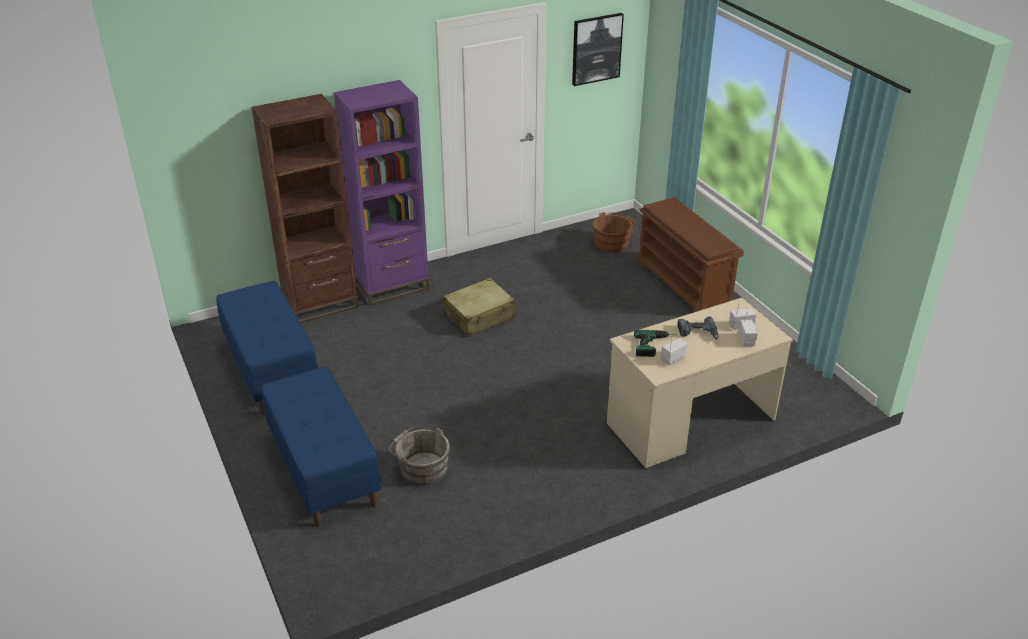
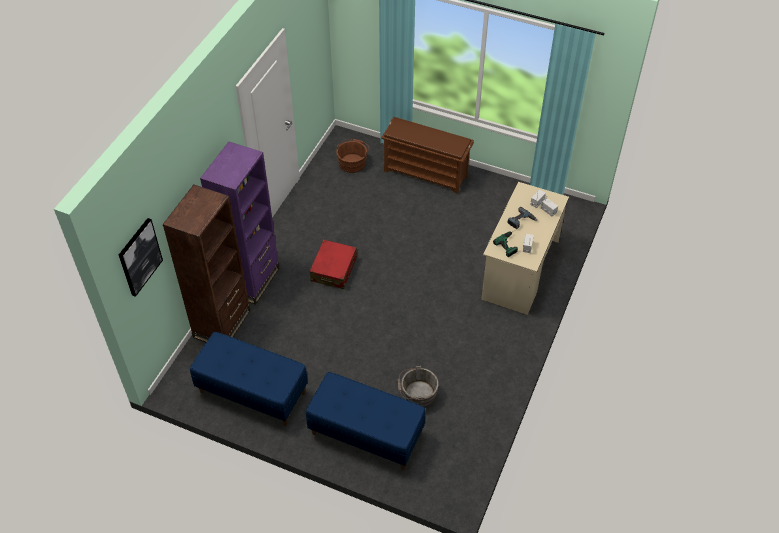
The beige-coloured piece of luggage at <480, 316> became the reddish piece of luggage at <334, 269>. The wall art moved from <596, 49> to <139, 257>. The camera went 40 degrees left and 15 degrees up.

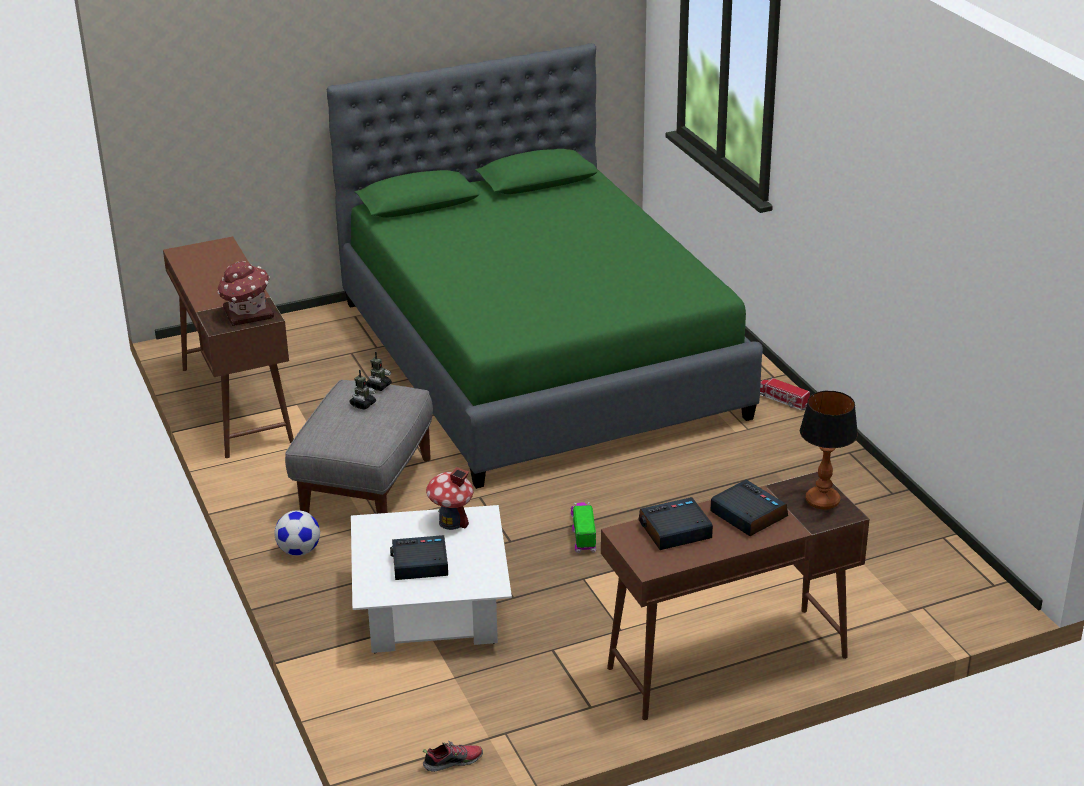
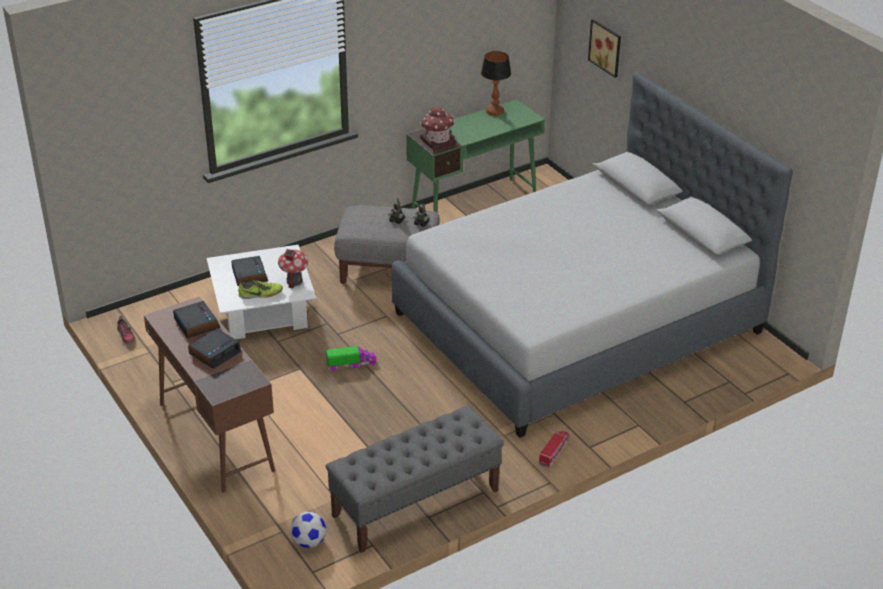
The brownish desk table at <236, 404> became the green desk table at <474, 206>. The ball for football moved from <299, 551> to <308, 542>. The green sleeping bed at <539, 358> became the grey sleeping bed at <578, 323>. The table lamp moved from <823, 501> to <494, 112>. The item of footwear at <260, 294> appeared. The grey long seat at <415, 503> appeared. The wall art at <606, 47> appeared. The camera went 80 degrees right and 5 degrees up.

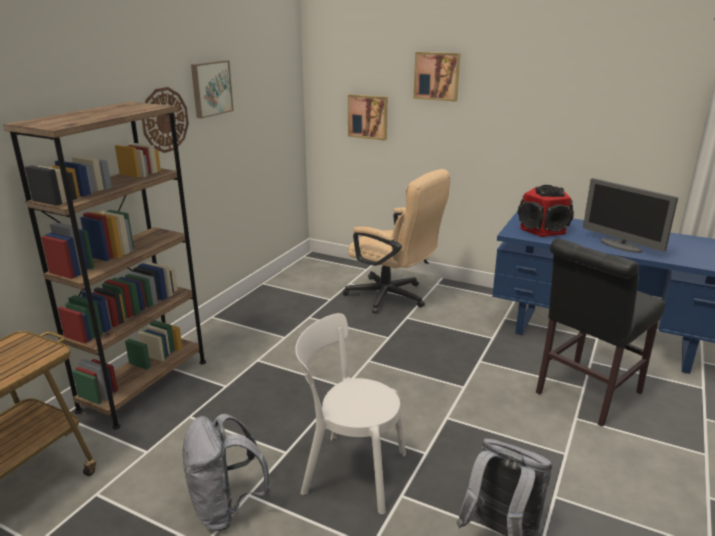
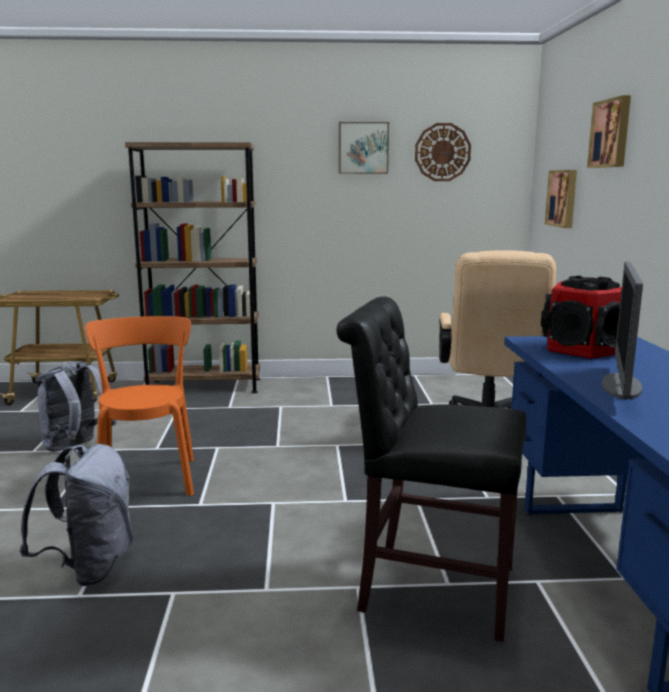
The hanging clock moved from <164, 120> to <442, 152>. The white-coloured plain chair at <350, 471> became the orangey plain chair at <148, 477>. The camera went 60 degrees right and 10 degrees down.

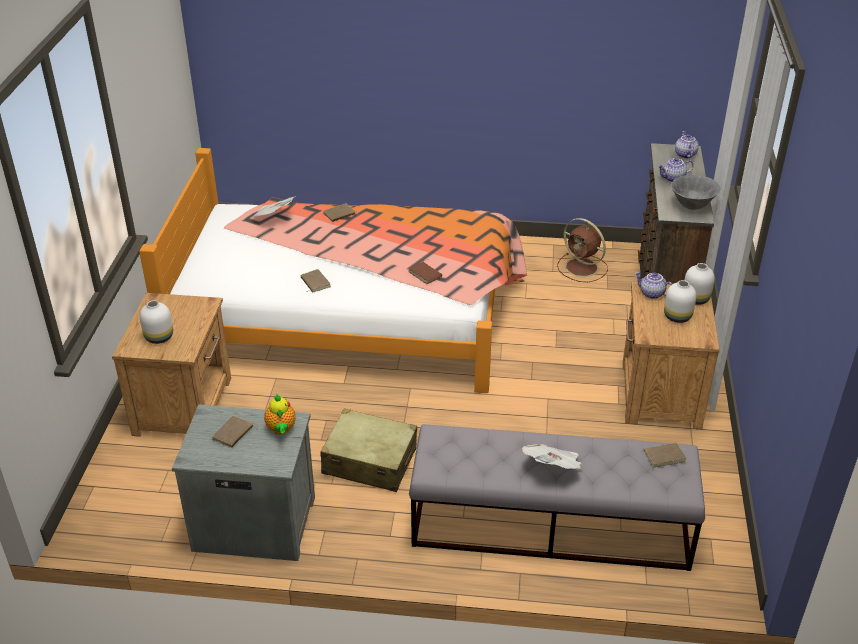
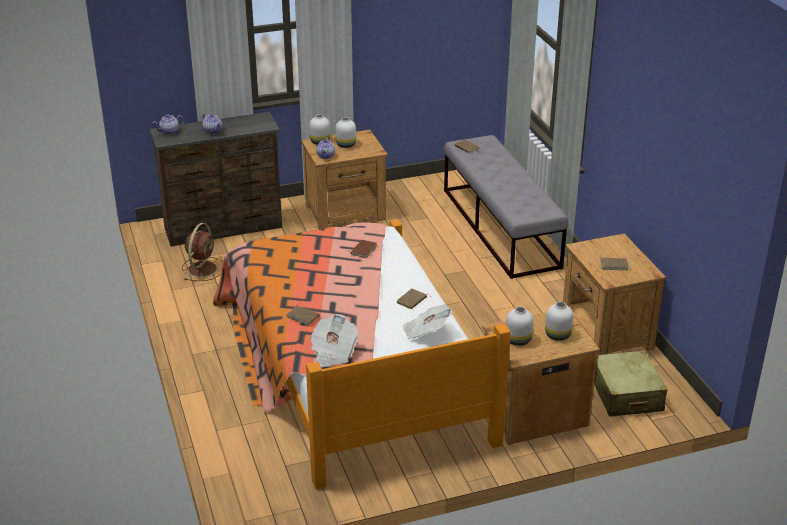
The grey night table at <253, 522> became the brownish night table at <606, 333>. The pot for tea at <281, 429> disappeared. The beige-coloured piece of luggage moved from <369, 461> to <626, 394>. The newspaper moved from <553, 467> to <426, 332>. The grey deep dish at <692, 206> disappeared. The white-coloured flower vase at <517, 340> appeared. The camera went 115 degrees left and 5 degrees down.

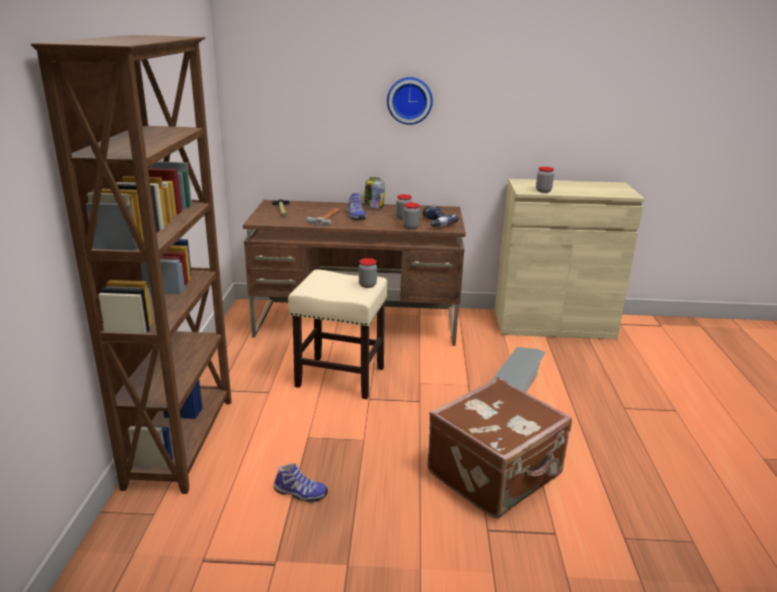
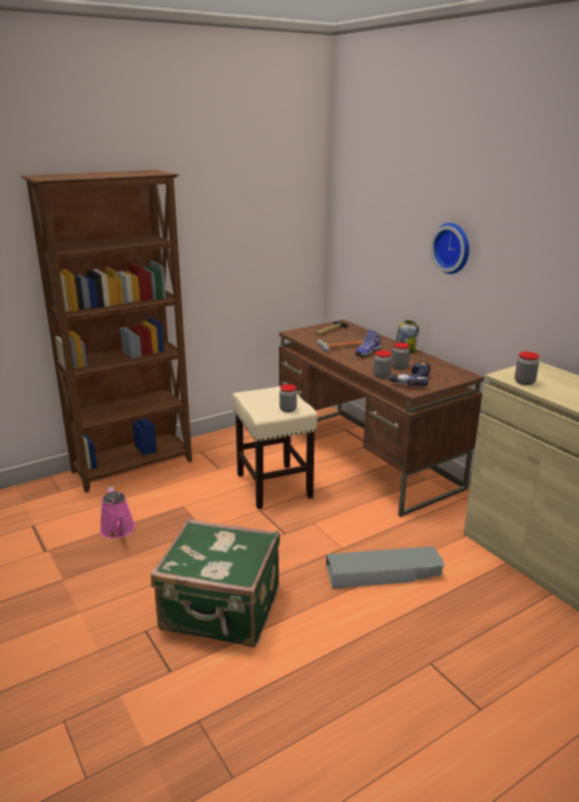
The item of footwear at <300, 493> was replaced by the pink-coloured watering pot at <118, 530>. The brownish piece of luggage at <496, 475> became the green piece of luggage at <221, 611>. The camera went 55 degrees right and 0 degrees up.

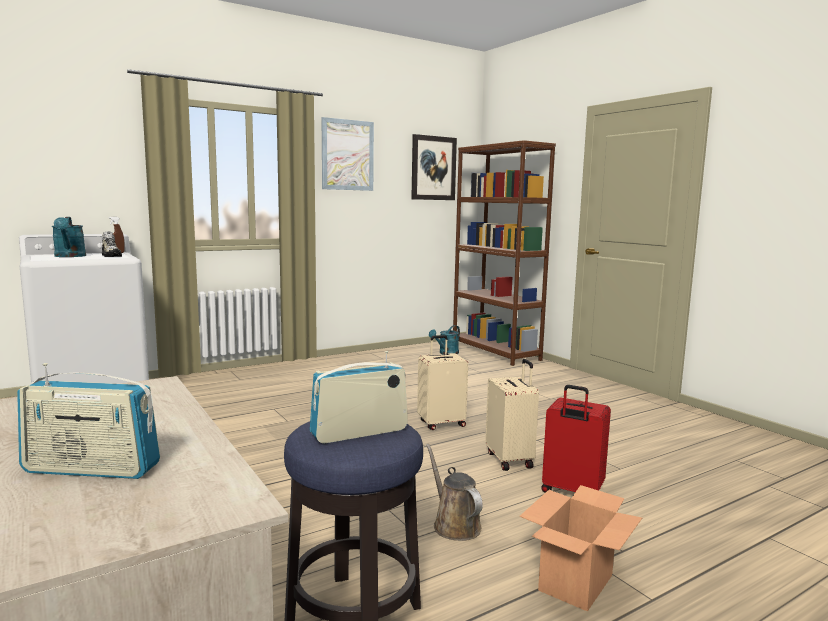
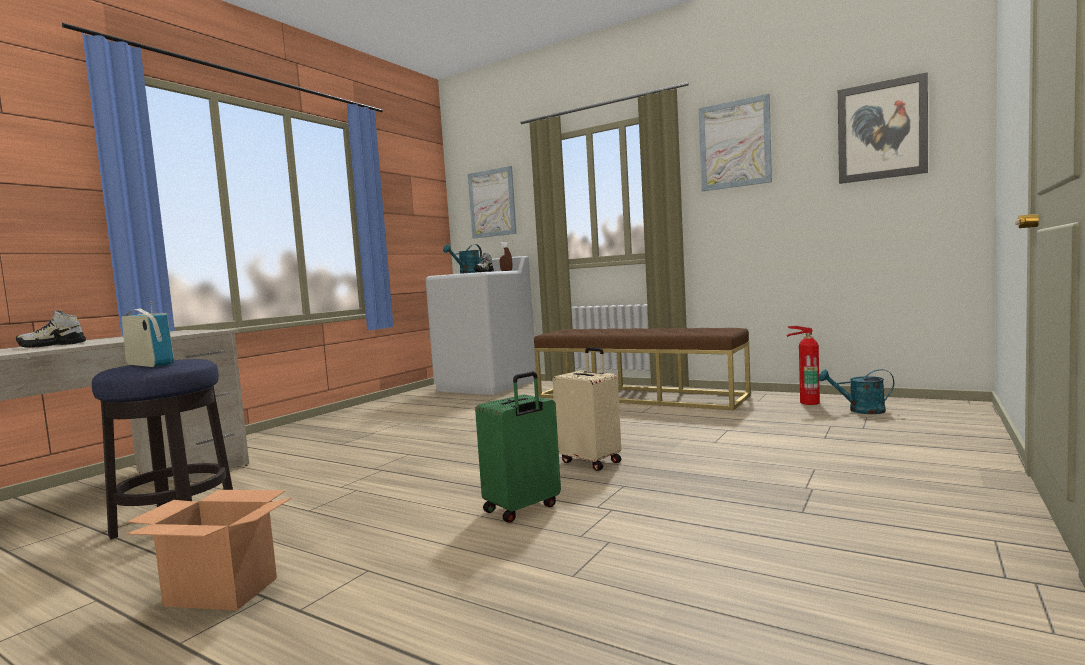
The radio set at <91, 469> was replaced by the item of footwear at <52, 345>. The brownish watering pot at <454, 525> disappeared. The brownish shelving unit at <495, 352> disappeared. The beige-coloured piece of luggage at <510, 460> became the green piece of luggage at <522, 509>. The reddish piece of luggage at <571, 492> disappeared. The wall art at <492, 203> appeared. The brownish long seat at <639, 396> appeared. The fire extinguisher at <807, 402> appeared. The camera went 65 degrees right and 5 degrees down.

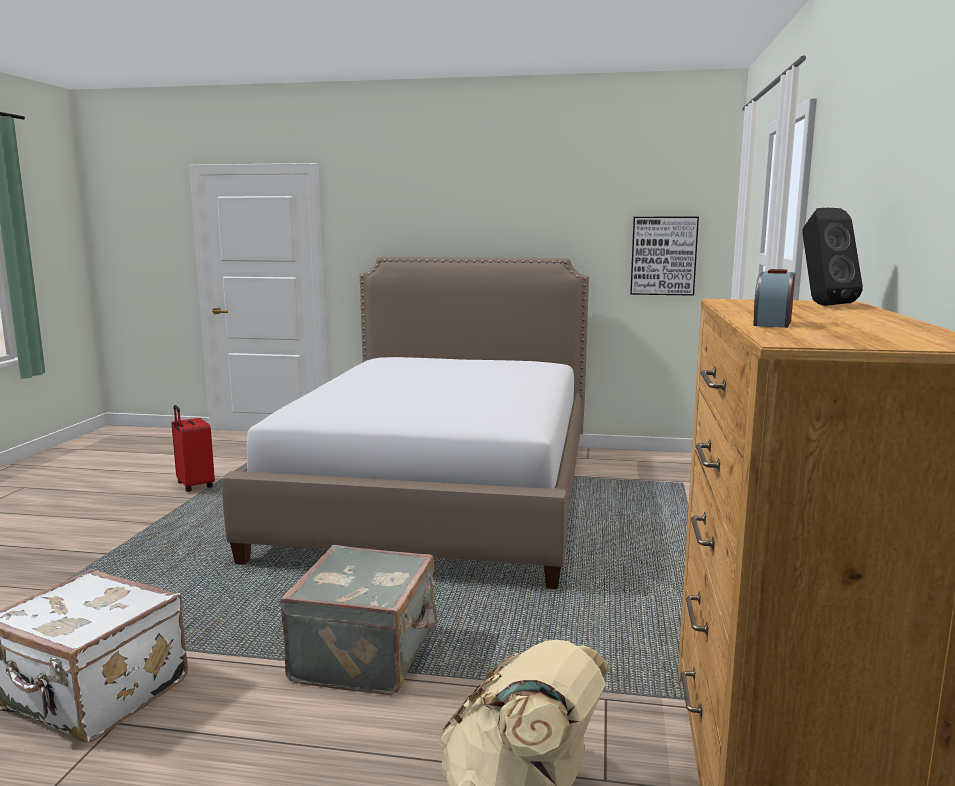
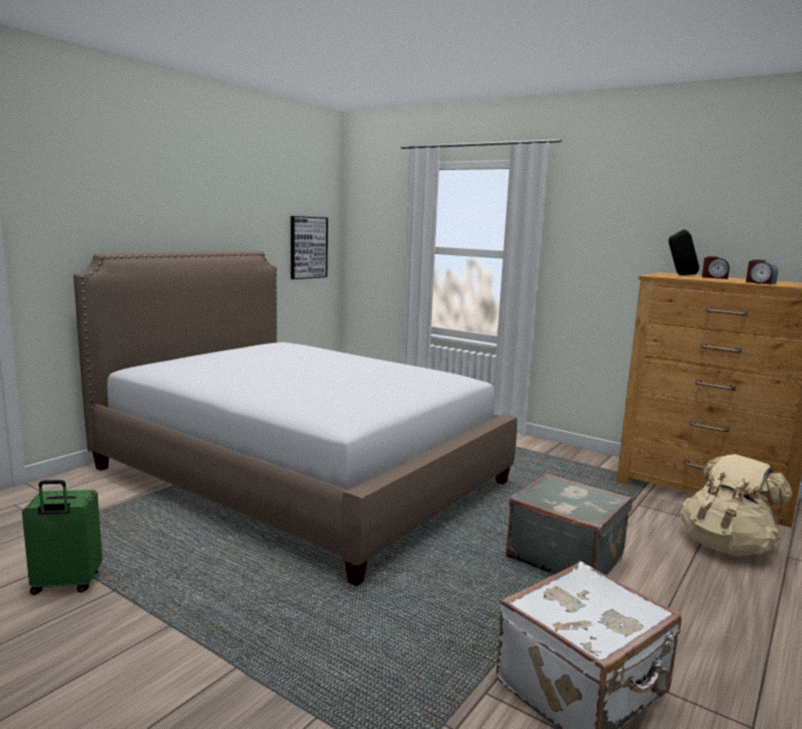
The reddish piece of luggage at <194, 486> became the green piece of luggage at <66, 585>. The bedside clock at <714, 277> appeared. The camera went 65 degrees left and 0 degrees up.

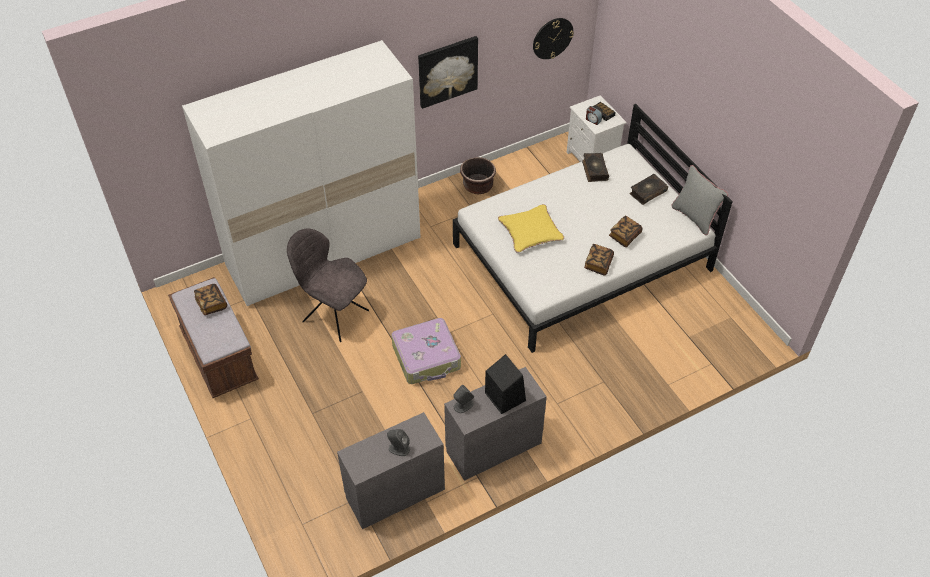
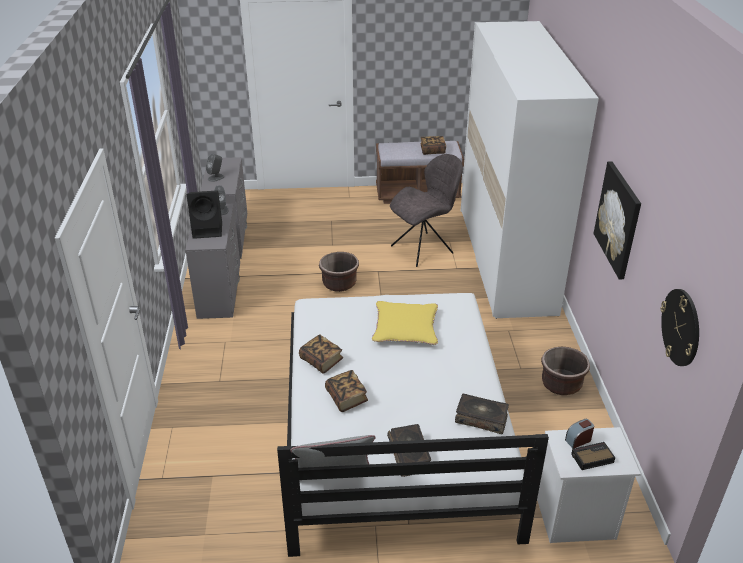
The piece of luggage at <427, 357> was replaced by the brownish flower pot at <339, 284>. The camera went 115 degrees right and 15 degrees down.

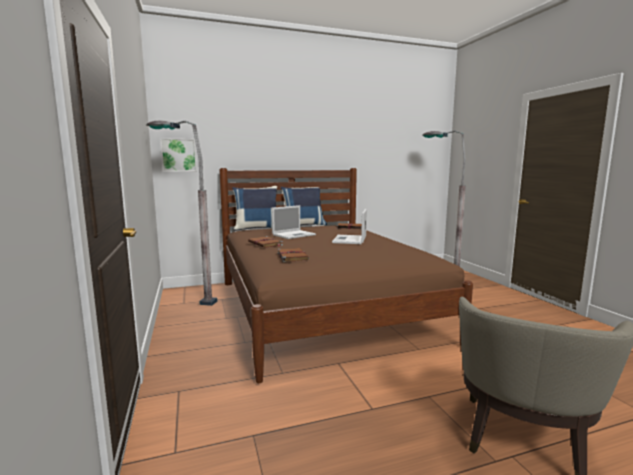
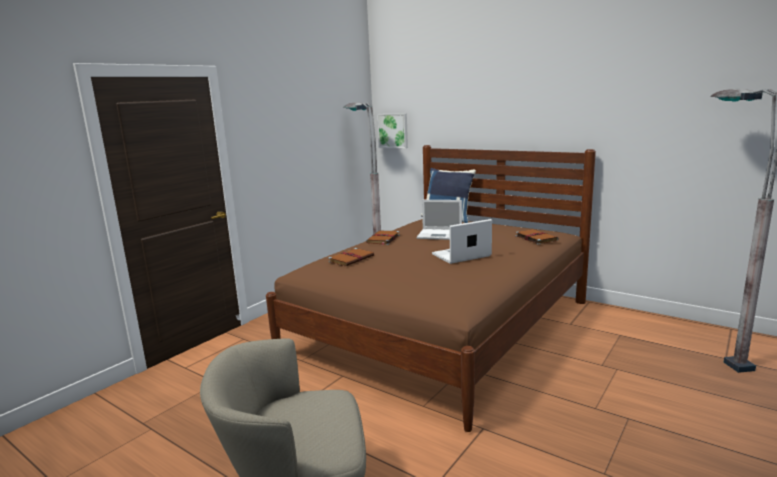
The blue-coloured throw pillow at <303, 225> disappeared. The camera went 55 degrees right and 5 degrees up.

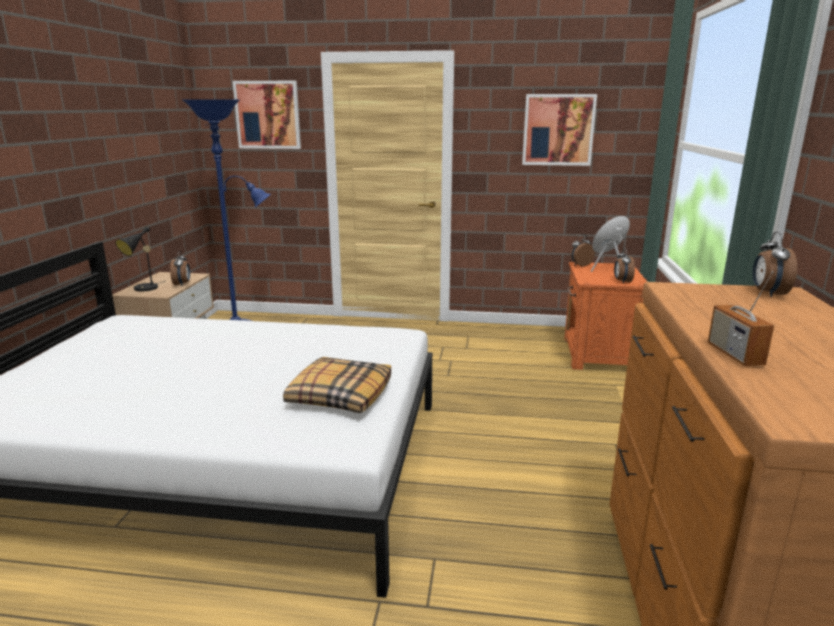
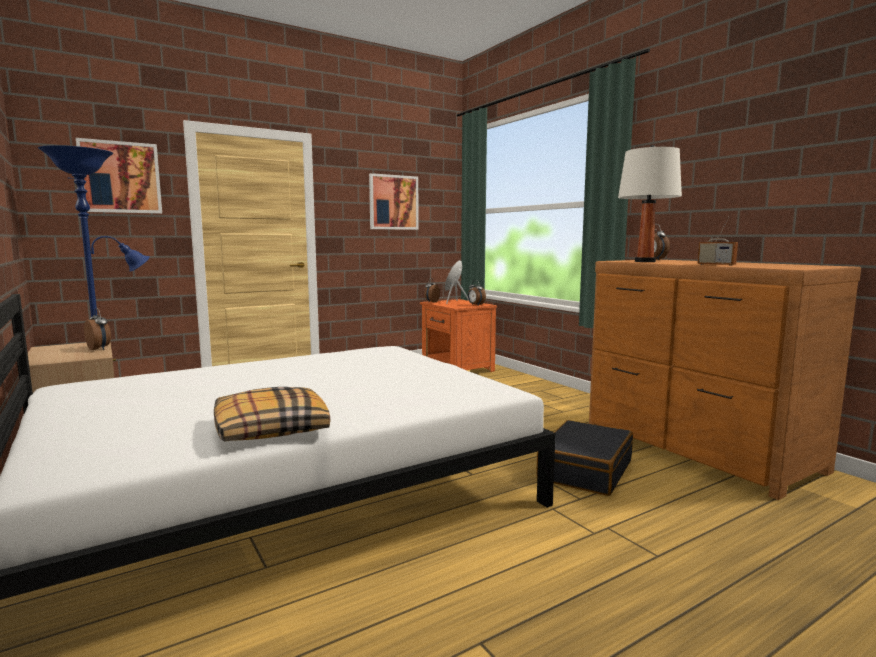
The black-coloured table lamp at <143, 289> disappeared. The throw pillow moved from <339, 395> to <270, 428>. The black-coloured piece of luggage at <584, 470> appeared. The white-coloured table lamp at <644, 261> appeared. The camera went 40 degrees left and 10 degrees down.

